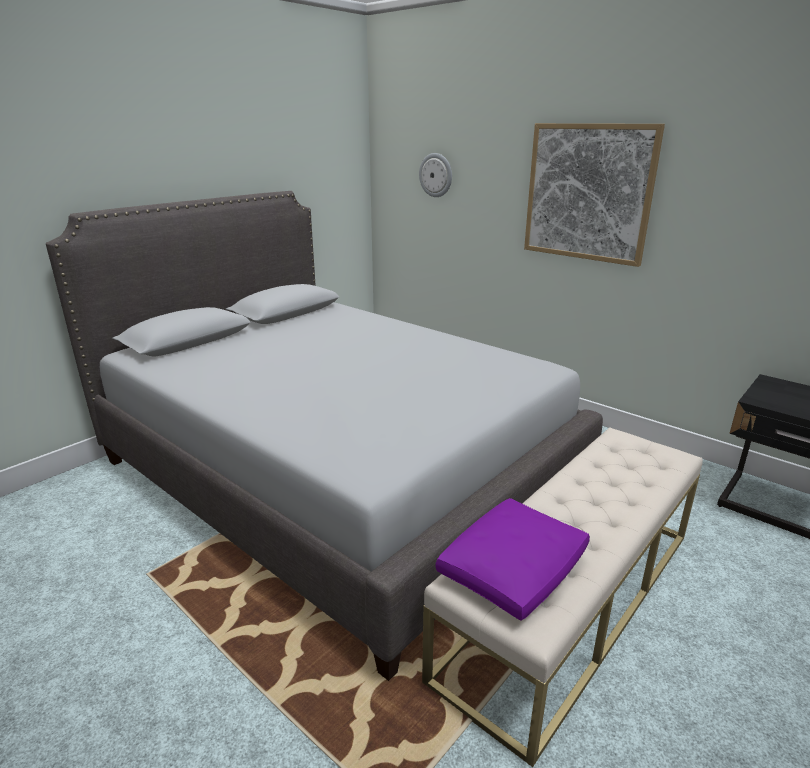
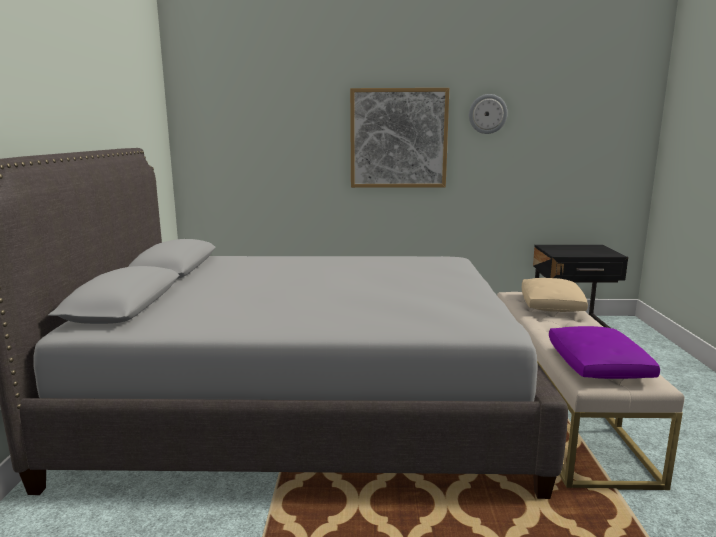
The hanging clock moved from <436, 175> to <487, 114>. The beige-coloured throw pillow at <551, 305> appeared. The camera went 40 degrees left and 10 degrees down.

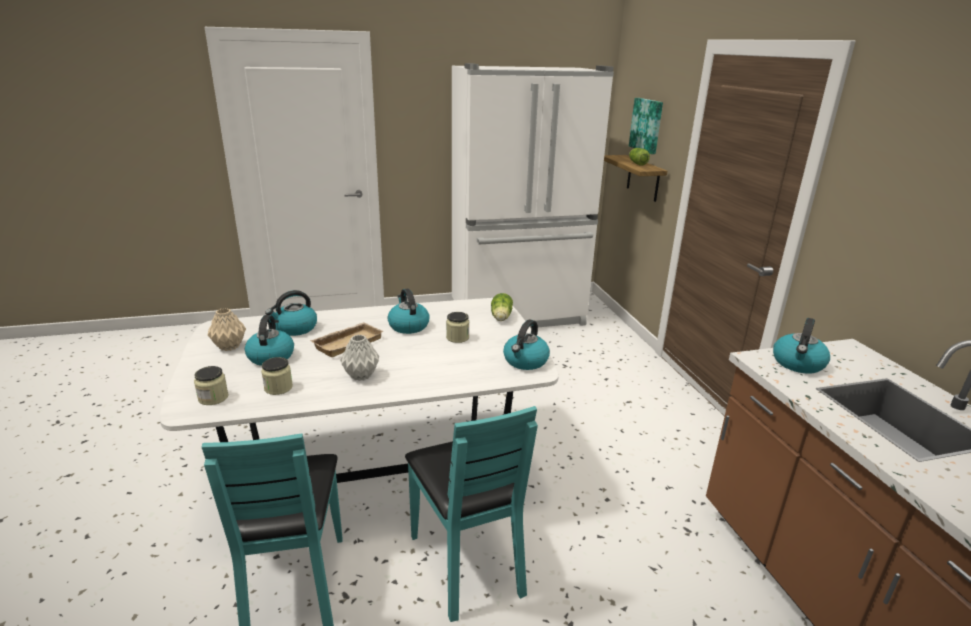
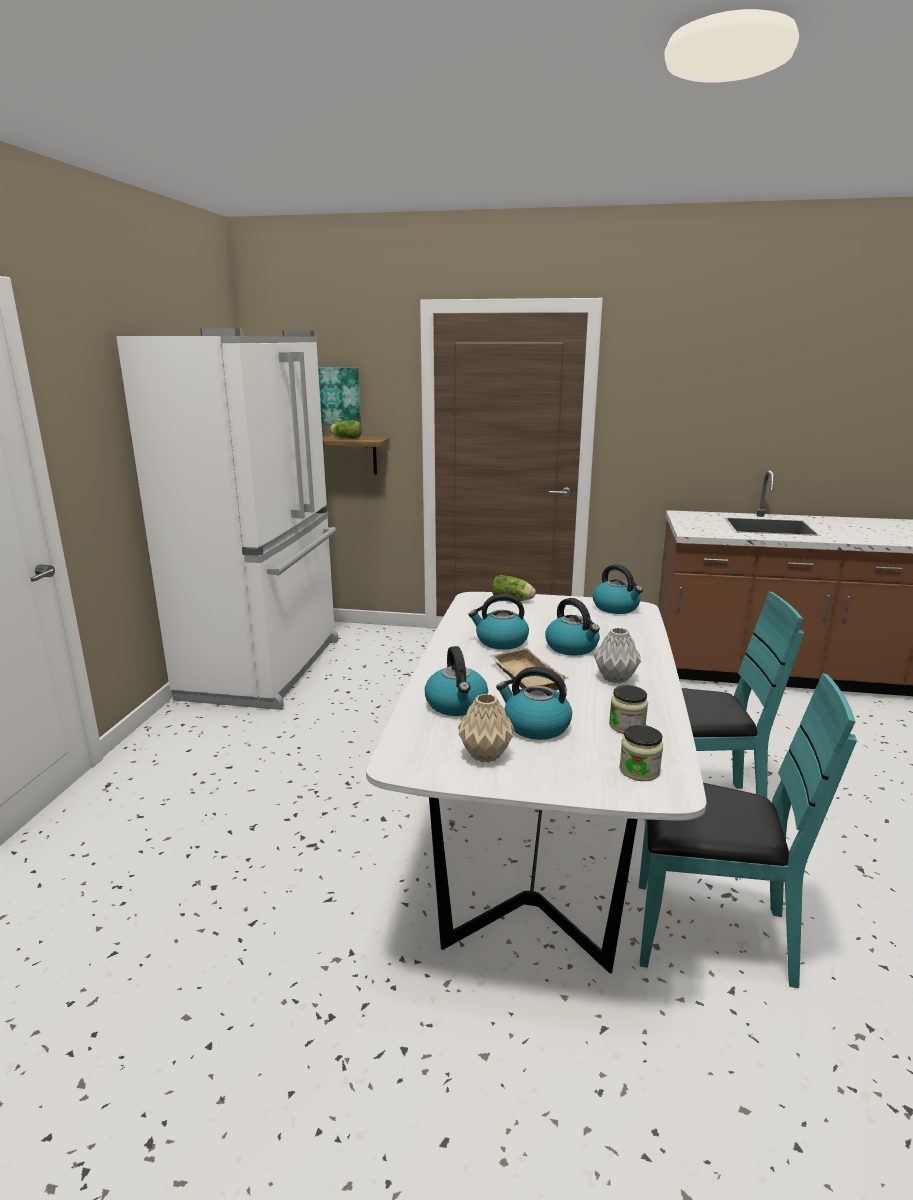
The preserve jar at <457, 337> disappeared. The kettle moved from <798, 364> to <572, 647>. The camera went 65 degrees left and 5 degrees down.

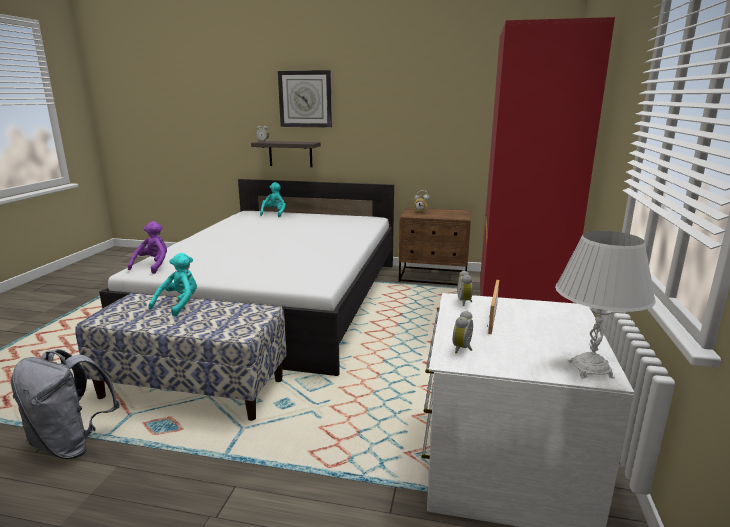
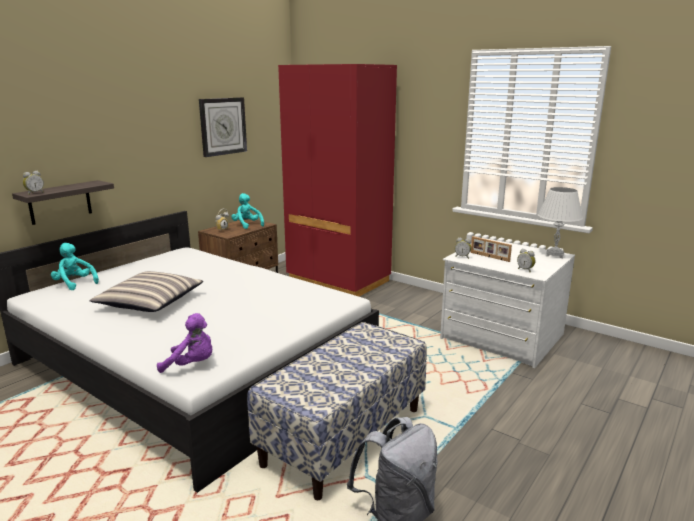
The purple-coloured soft toy at <153, 266> turned 150 degrees clockwise. The blue-green soft toy moved from <179, 305> to <247, 225>. The hanging clock moved from <305, 99> to <223, 126>. The throw pillow at <150, 302> appeared. The camera went 65 degrees left and 0 degrees up.

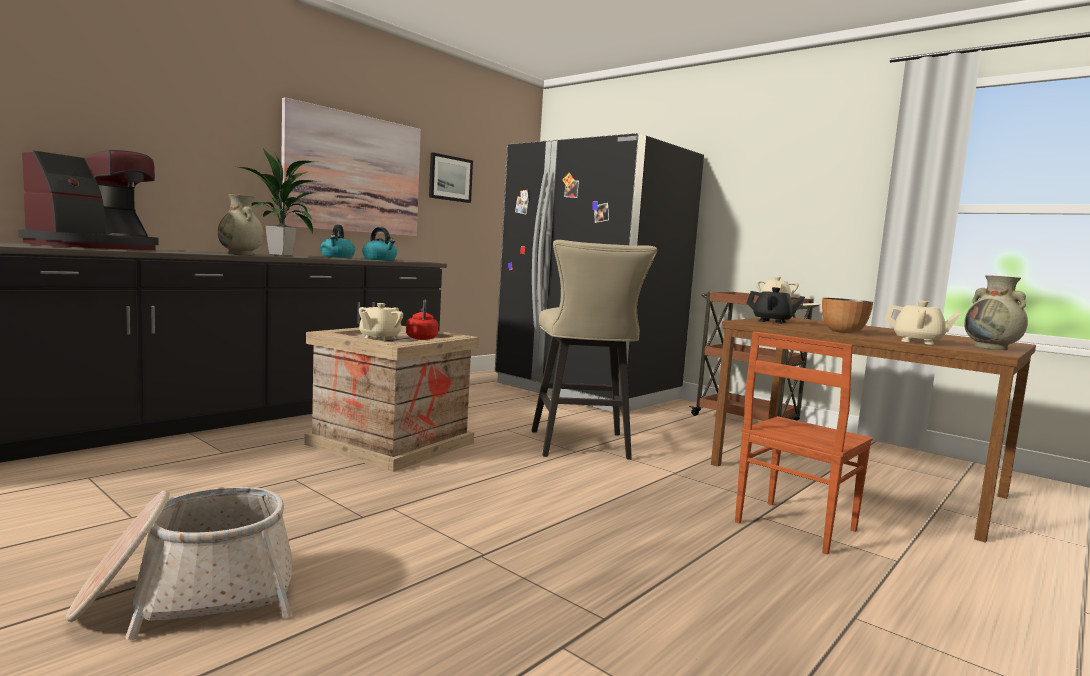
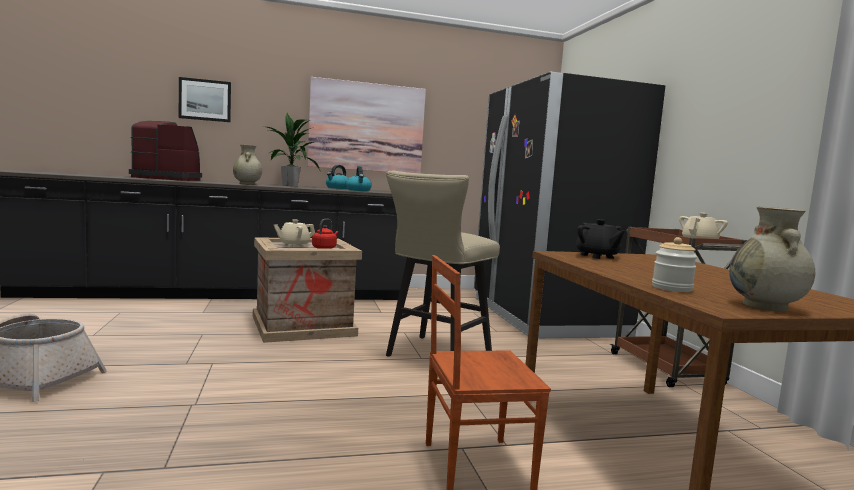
The coffee brewer at <96, 247> turned 150 degrees counterclockwise. The wall art moved from <450, 178> to <205, 100>. The deep dish at <843, 332> disappeared. The beige-coloured pot for tea at <918, 342> was replaced by the preserve jar at <671, 288>. The camera went 35 degrees right and 0 degrees up.

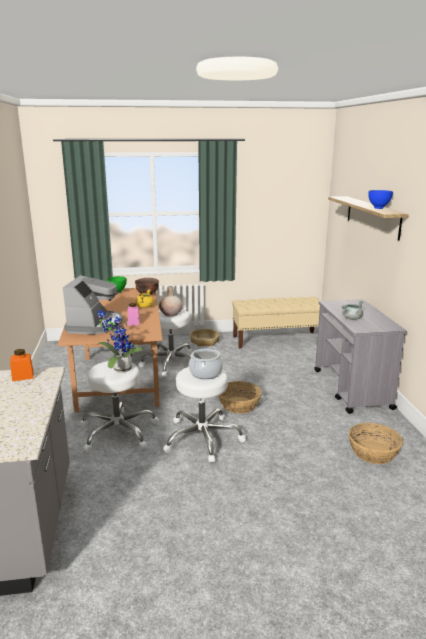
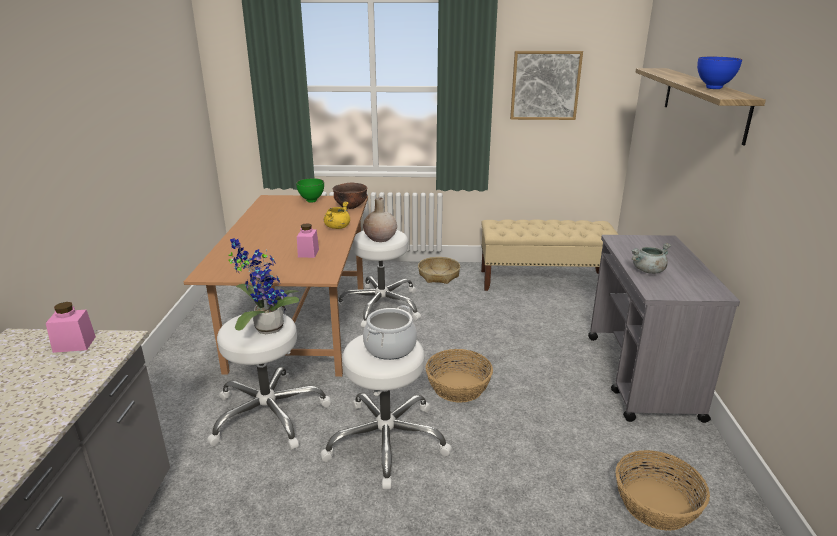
The orangey preserve jar at <23, 376> became the pink-coloured preserve jar at <74, 344>. The coffee brewer at <95, 325> disappeared. The wall art at <545, 85> appeared. The camera went 10 degrees right and 5 degrees up.

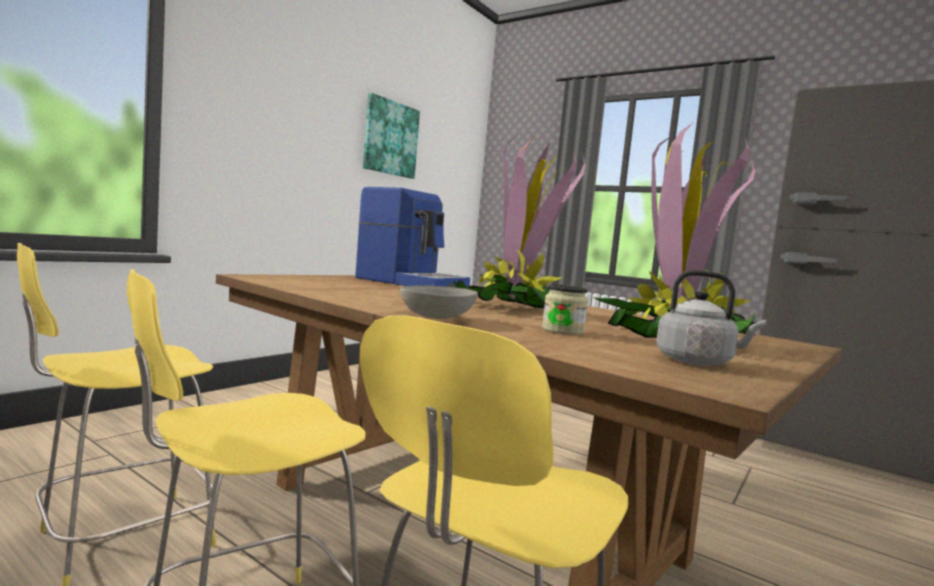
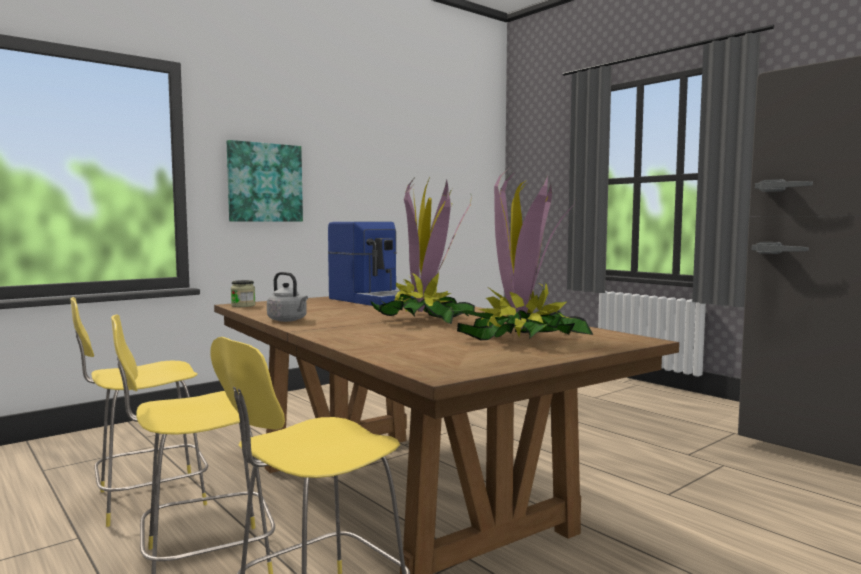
The wall art moved from <390, 138> to <264, 182>. The grey deep dish at <437, 318> disappeared. The preserve jar moved from <562, 331> to <243, 305>. The grey kettle moved from <698, 362> to <288, 320>. The camera went 15 degrees right and 0 degrees up.

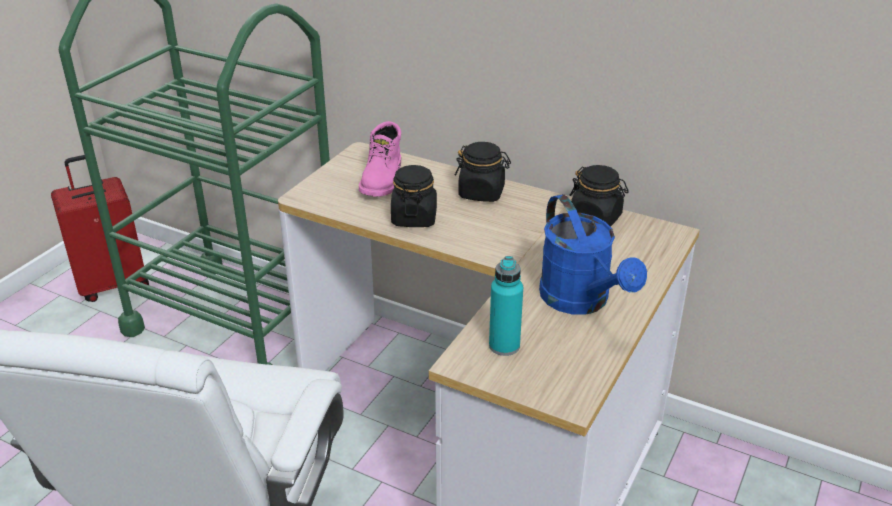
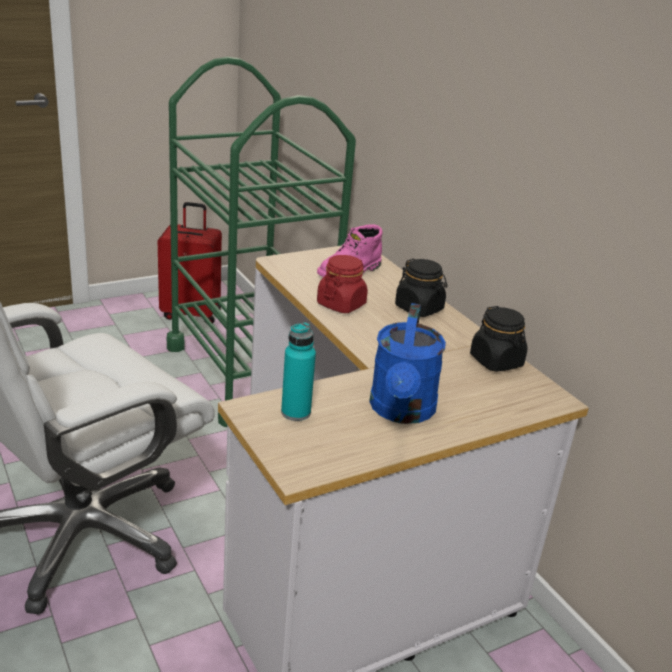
The black-coloured preserve jar at <414, 218> became the reddish preserve jar at <341, 304>. The camera went 30 degrees right and 5 degrees down.

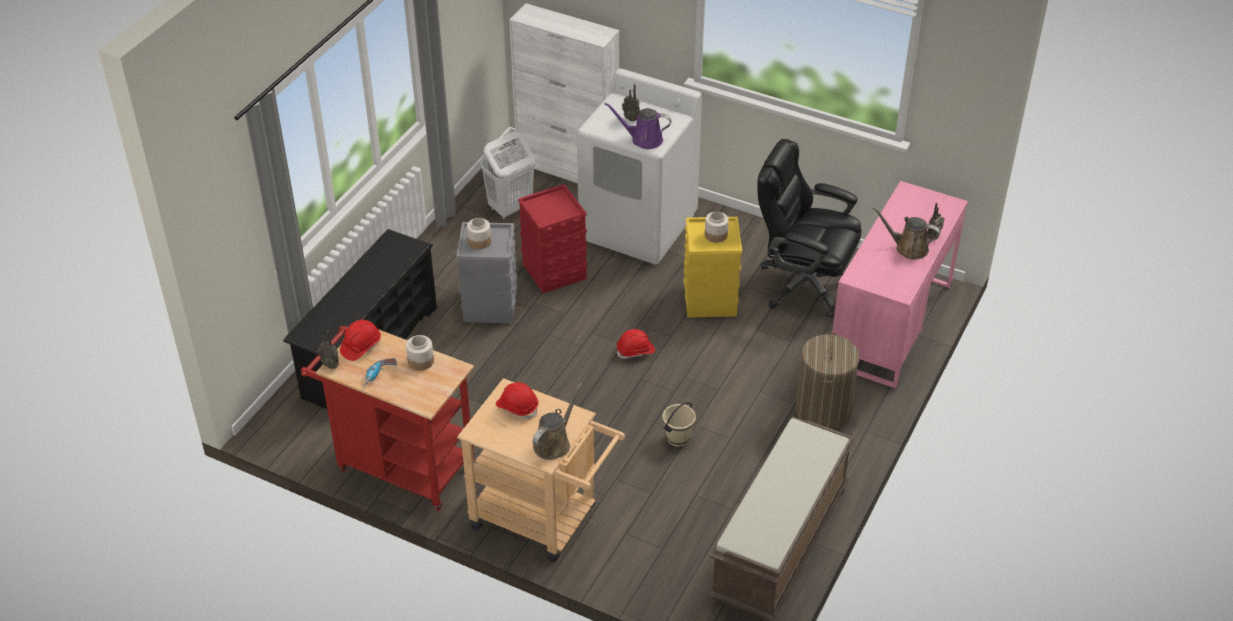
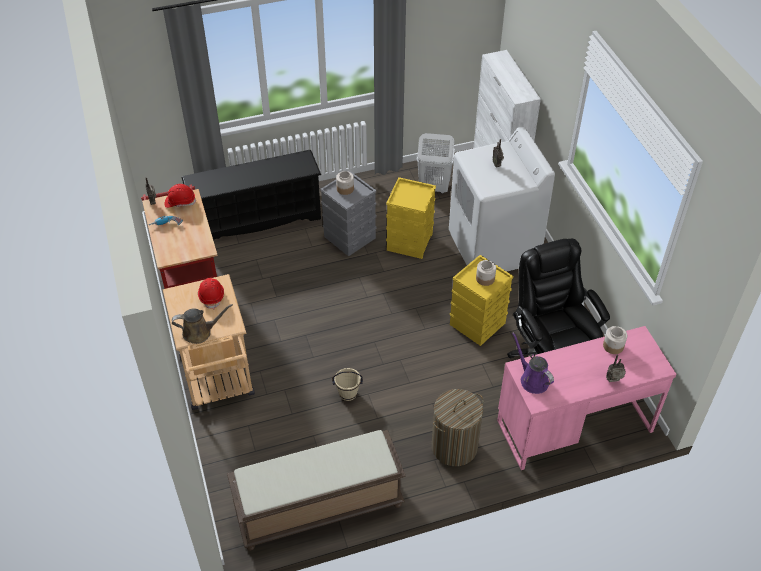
The preserve jar moved from <421, 361> to <613, 346>. The reddish storage bin at <553, 271> became the yellowish storage bin at <409, 241>. The purple-coloured watering pot moved from <643, 139> to <532, 379>. The reddish safety helmet at <635, 351> disappeared. The brownish watering pot at <908, 248> disappeared. The camera went 45 degrees right and 5 degrees up.

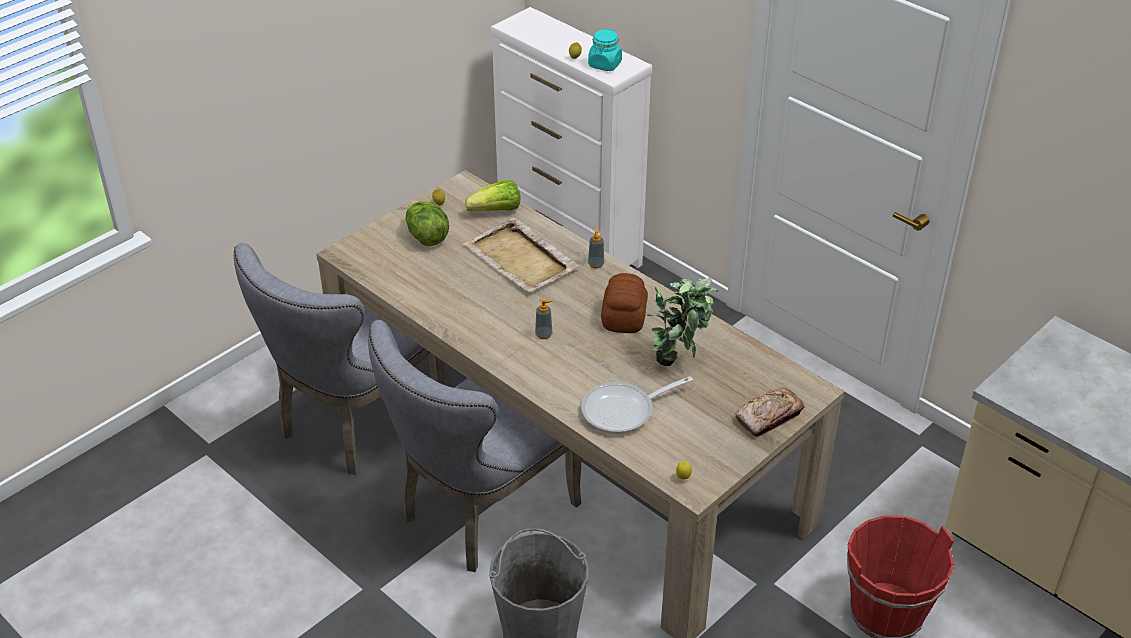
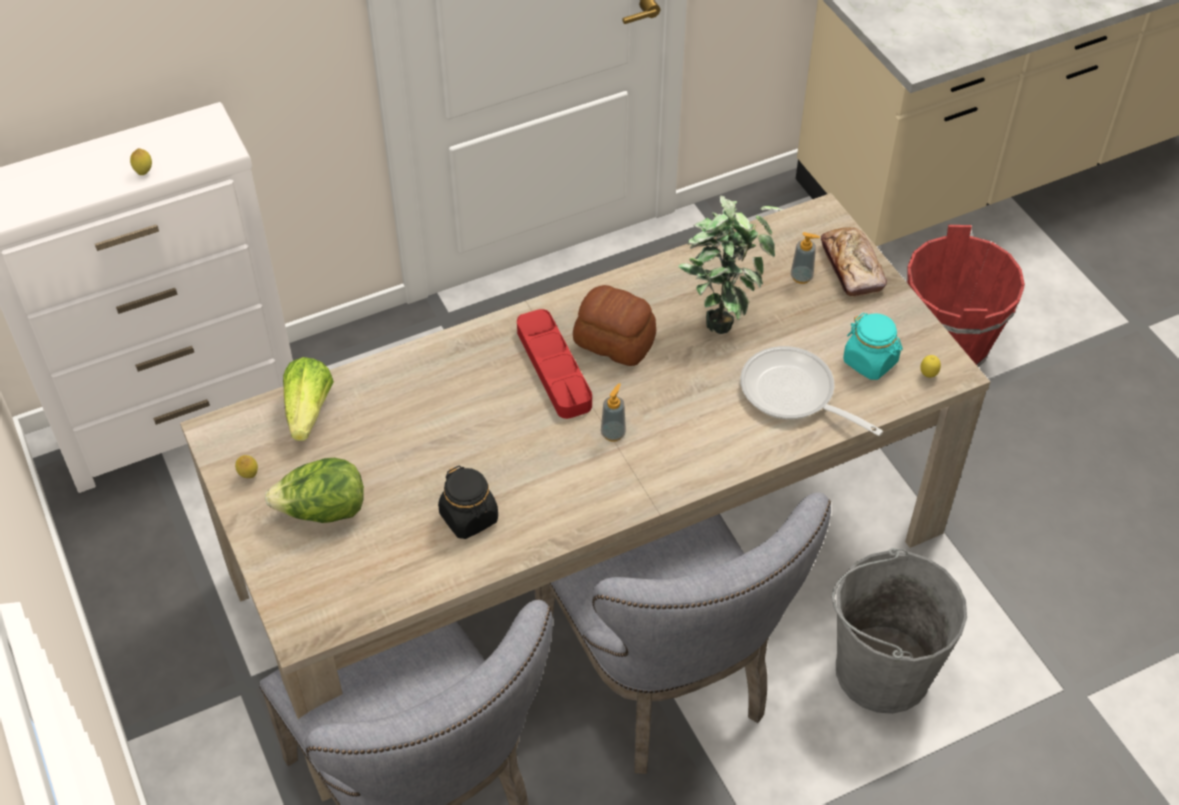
The beige-coloured serving tray at <521, 259> disappeared. The pan at <624, 411> turned 135 degrees clockwise. The blue-green preserve jar moved from <605, 64> to <870, 362>. The liquid soap bottle moved from <596, 264> to <801, 277>. The black-coloured preserve jar at <469, 517> appeared. The reddish serving tray at <554, 368> appeared. The camera went 70 degrees left and 10 degrees up.

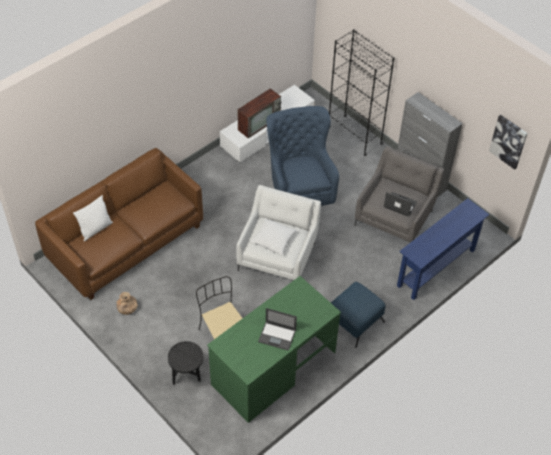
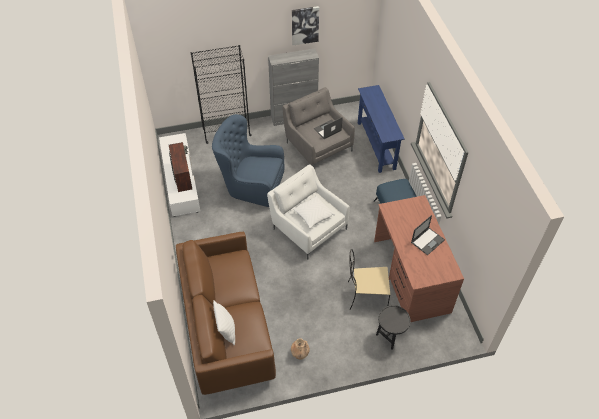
The green desk table at <273, 368> became the brownish desk table at <411, 276>. The wall art moved from <508, 141> to <305, 25>. The camera went 60 degrees left and 0 degrees up.

